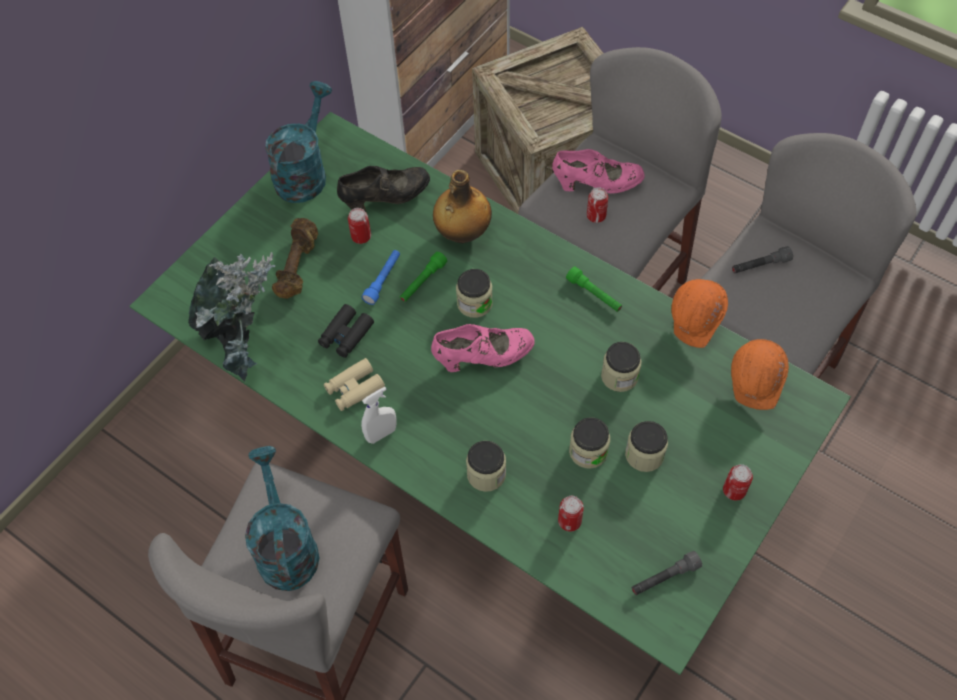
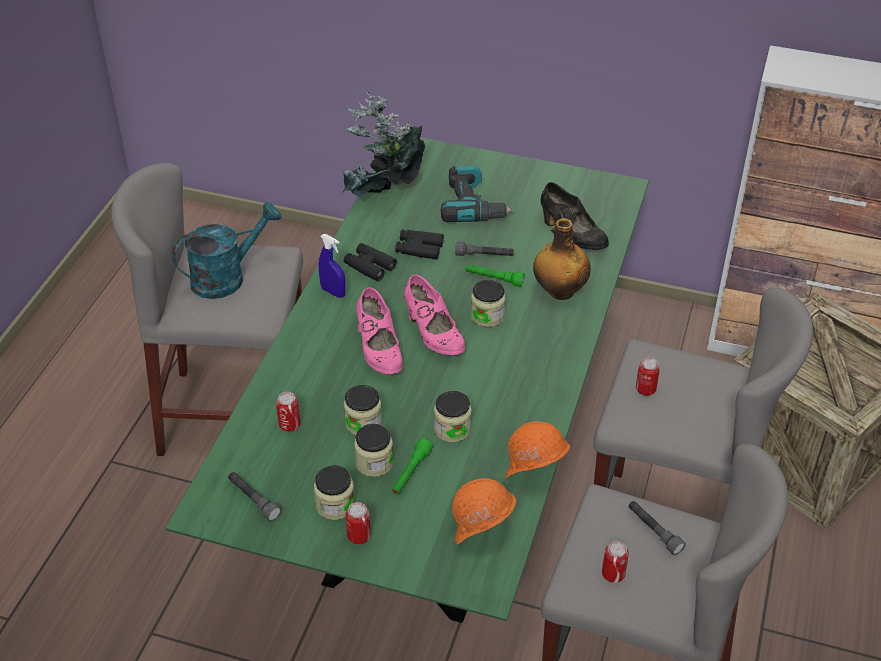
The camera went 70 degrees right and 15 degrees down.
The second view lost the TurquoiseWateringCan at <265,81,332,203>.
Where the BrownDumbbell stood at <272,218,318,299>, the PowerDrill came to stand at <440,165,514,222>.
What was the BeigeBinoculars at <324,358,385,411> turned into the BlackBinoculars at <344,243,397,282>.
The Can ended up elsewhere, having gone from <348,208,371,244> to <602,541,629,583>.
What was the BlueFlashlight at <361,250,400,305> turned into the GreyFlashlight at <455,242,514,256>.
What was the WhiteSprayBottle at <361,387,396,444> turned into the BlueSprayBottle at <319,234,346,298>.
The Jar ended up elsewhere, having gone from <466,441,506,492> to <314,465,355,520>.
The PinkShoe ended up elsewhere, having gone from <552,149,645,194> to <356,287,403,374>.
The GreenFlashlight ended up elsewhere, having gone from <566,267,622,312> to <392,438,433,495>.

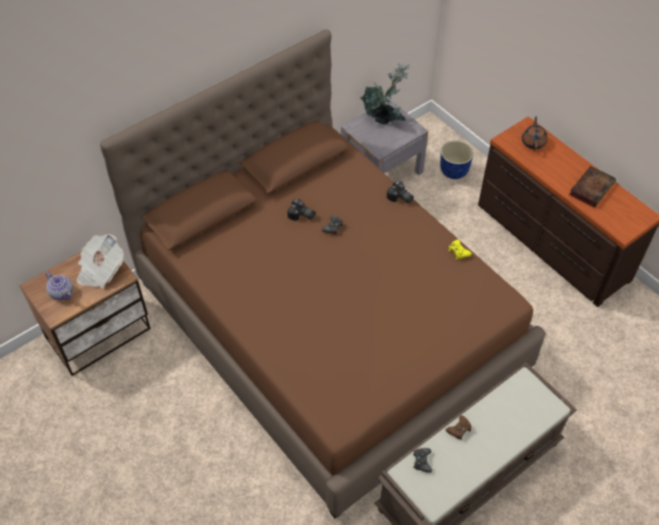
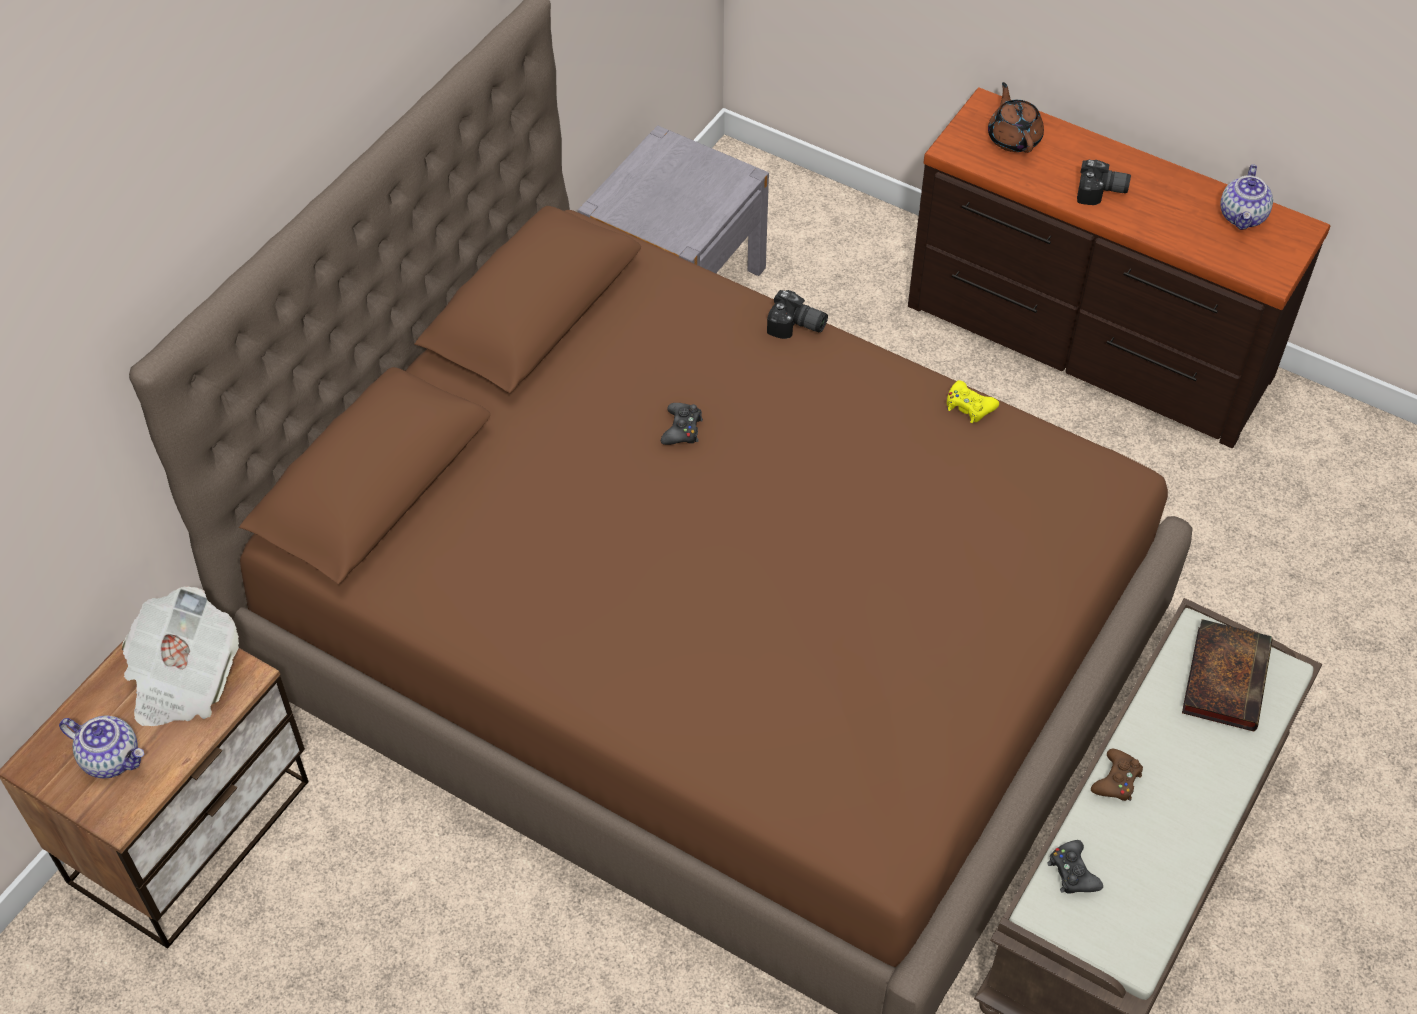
The camera went 20 degrees left and 0 degrees up.
The PhotoCamera ended up elsewhere, having gone from <287,199,315,221> to <1077,160,1131,205>.
The second view lost the PottedPlant at <360,63,410,125>.
The second view lost the Planter at <440,141,474,179>.
The Book ended up elsewhere, having gone from <569,166,616,208> to <1182,619,1272,732>.
The second view gained the Teapot at <1220,164,1273,230>.

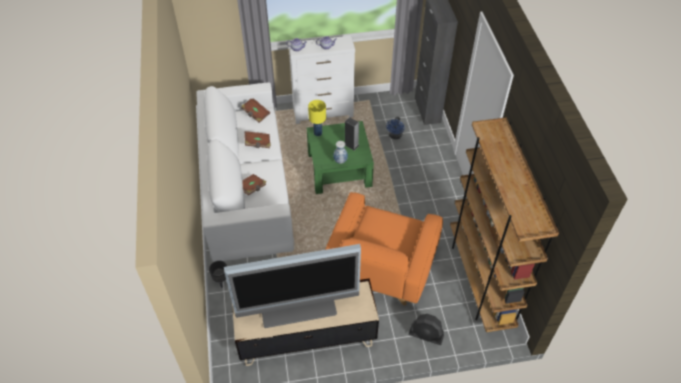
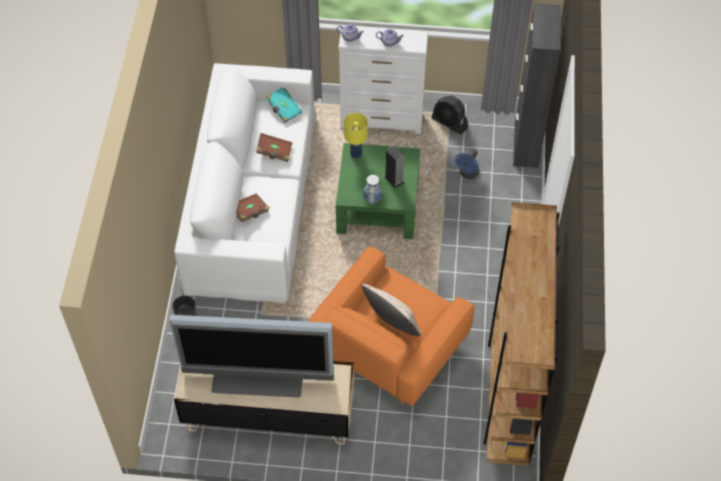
The camera went 15 degrees right and 5 degrees up.
What was the BrownBook at <241,99,270,123> turned into the TurquoiseBook at <266,88,303,123>.
The BlackFan ended up elsewhere, having gone from <409,314,444,345> to <432,96,468,135>.
The second view gained the BeigePillow at <362,284,421,336>.

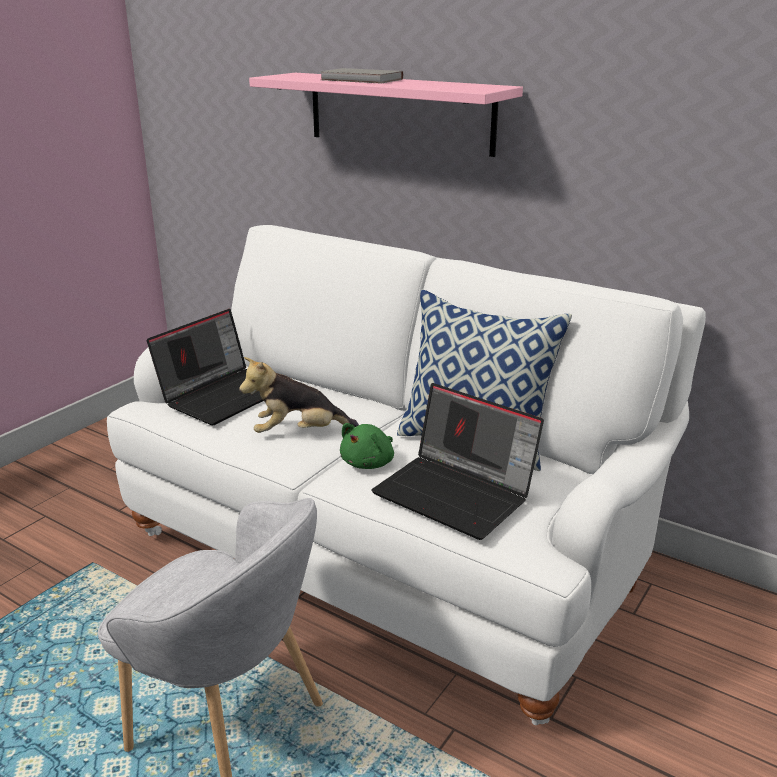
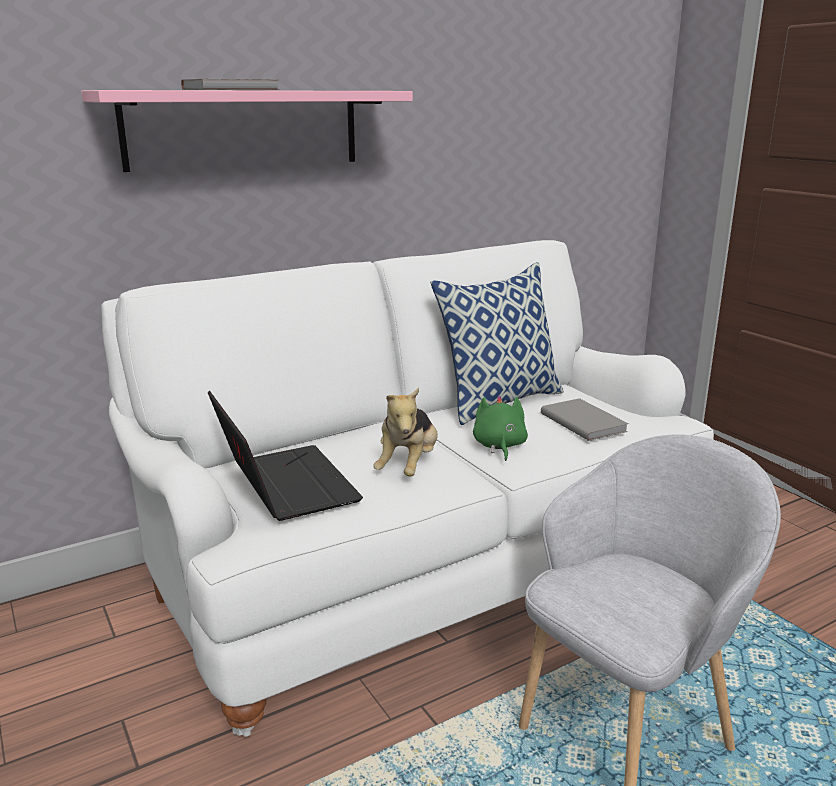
The camera went 65 degrees left and 5 degrees down.
The GreenPlushToy at <340,423,394,469> ended up facing another way, 150 degrees counterclockwise from before.
Where the Laptop stood at <371,383,544,540>, the GreyBook came to stand at <541,398,629,441>.

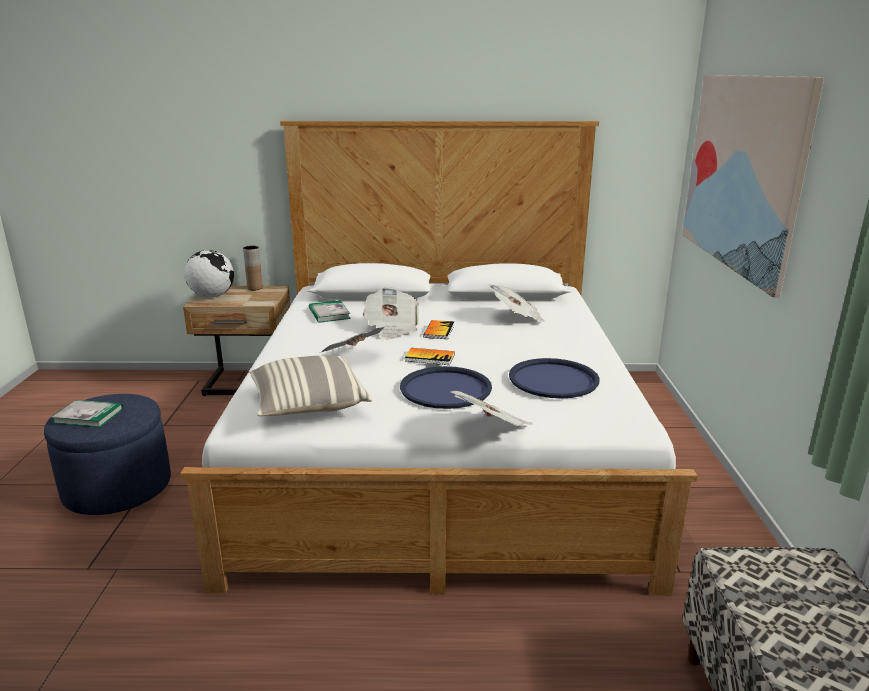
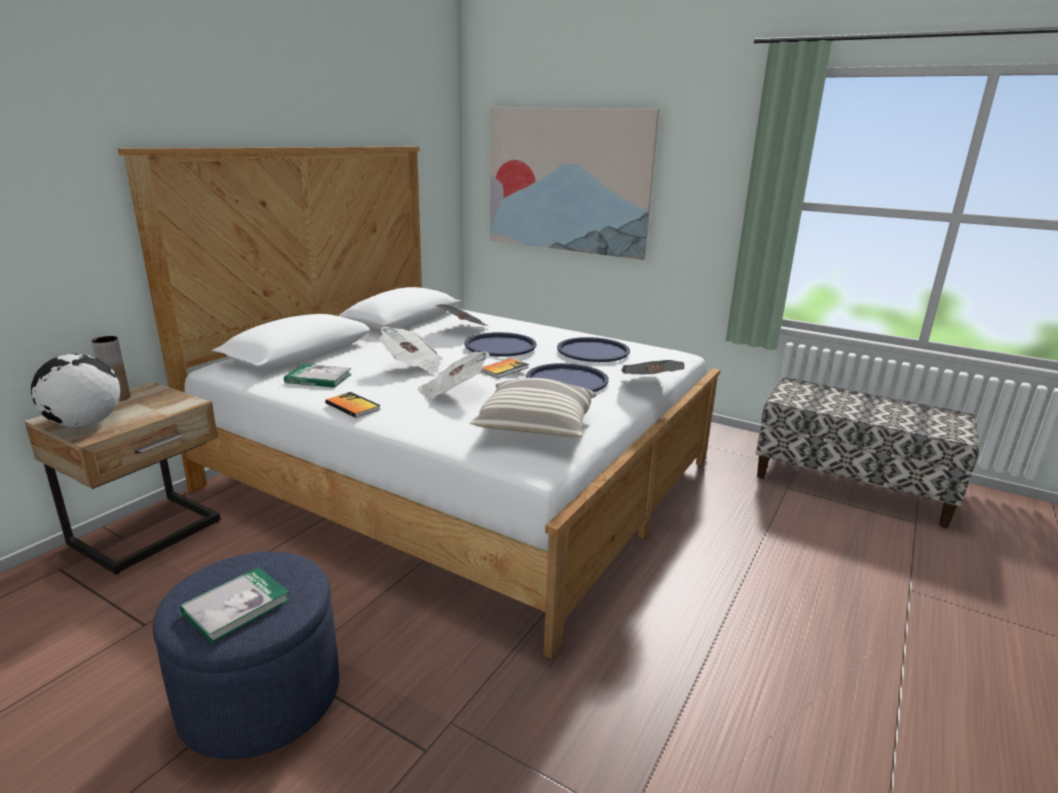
The camera went 60 degrees left and 0 degrees up.
The Book ended up elsewhere, having gone from <423,320,454,339> to <325,392,381,418>.
The second view gained the BlueTray at <464,332,537,357>.

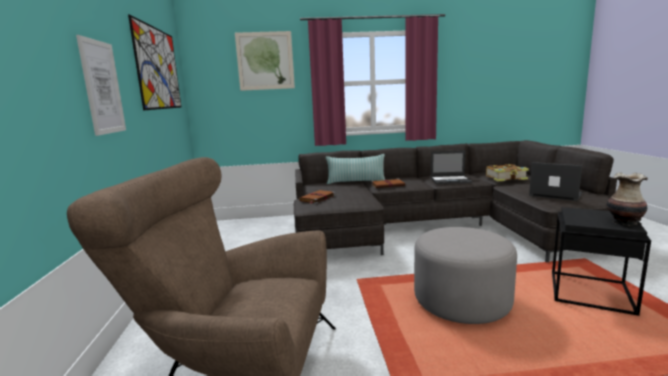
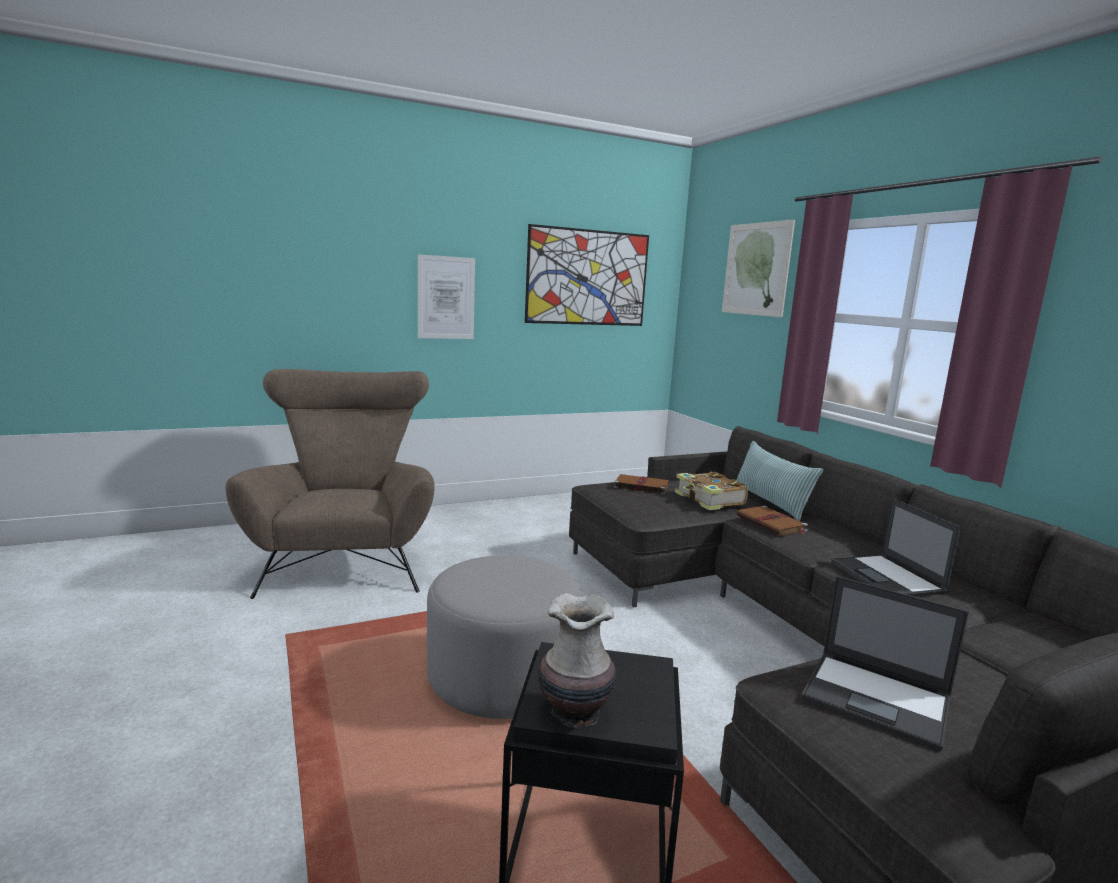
The camera went 70 degrees right and 0 degrees up.
The Book ended up elsewhere, having gone from <486,164,529,181> to <675,472,748,510>.
The Laptop at <529,162,582,201> ended up facing another way, 105 degrees clockwise from before.

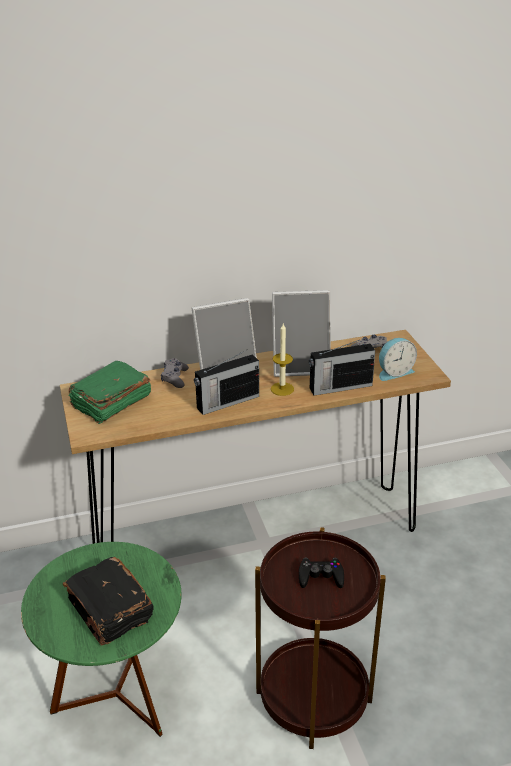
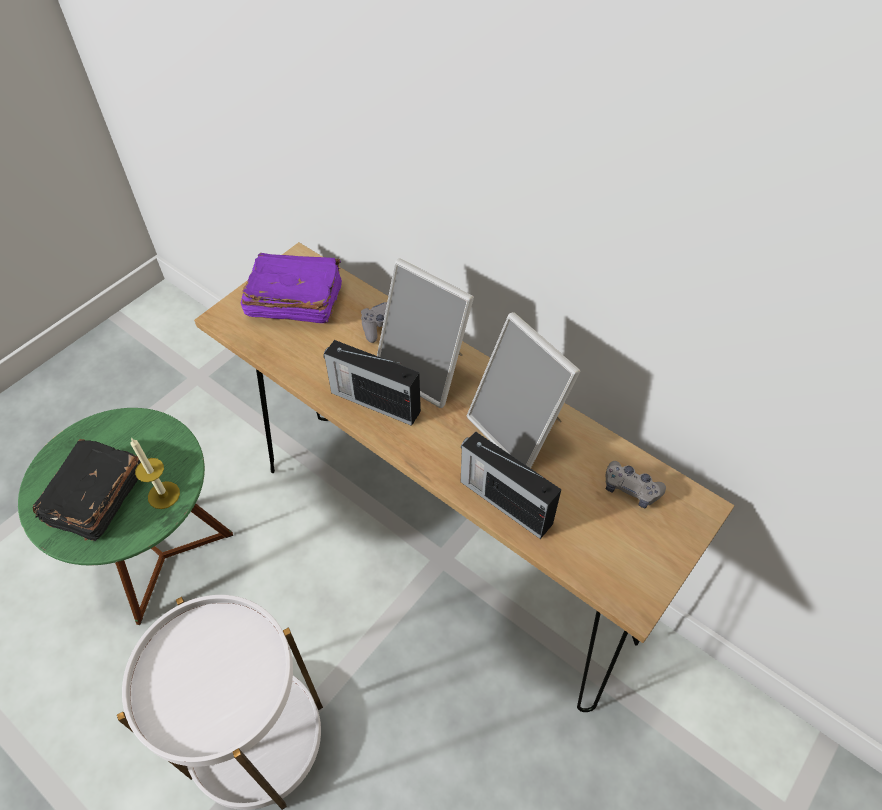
The camera went 55 degrees right and 20 degrees up.
What was the GreenBook at <68,361,151,424> turned into the PurpleBook at <241,253,342,323>.
What was the BrownSideTable at <255,527,386,749> turned into the WhiteSideTable at <117,595,323,810>.
The Candle ended up elsewhere, having gone from <271,324,294,396> to <131,438,180,509>.
The second view lost the BlackGameController at <299,557,344,588>.
The second view lost the AlarmClock at <379,338,417,381>.

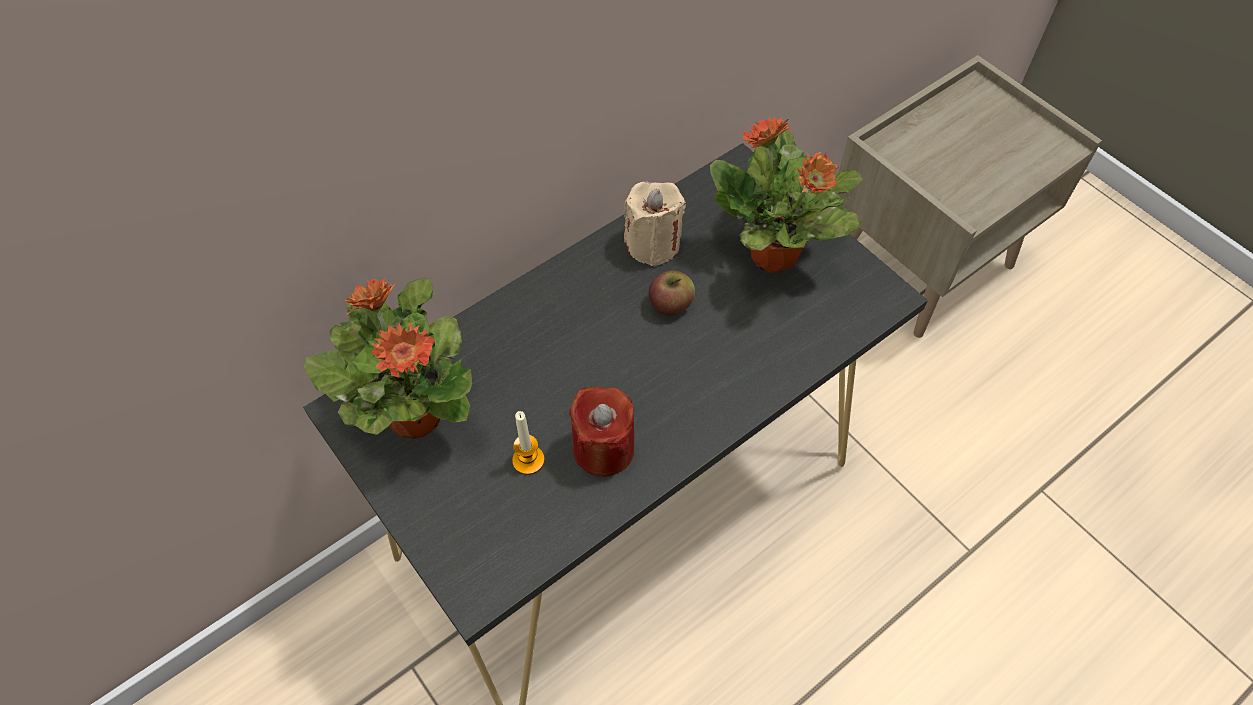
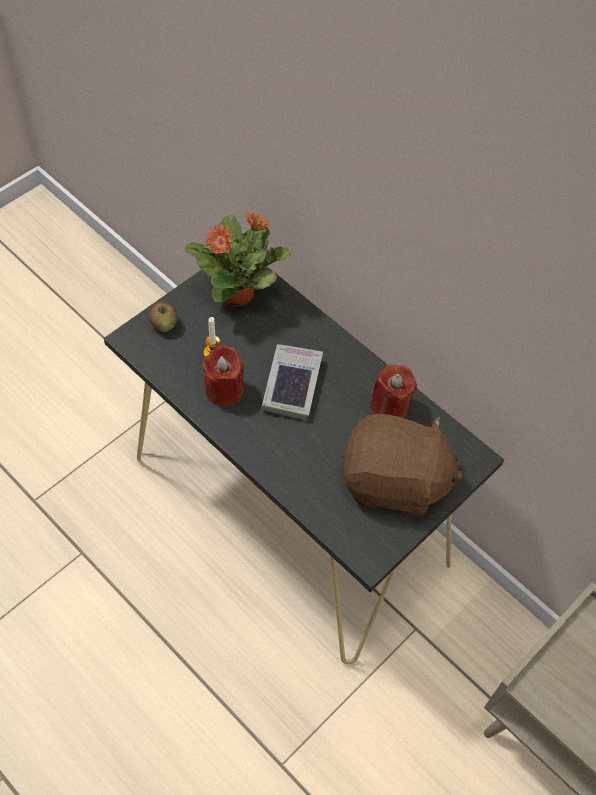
The camera went 80 degrees right and 0 degrees up.
What was the BeigeCandle at <624,181,686,267> turned into the RedCandle at <370,364,417,418>.
The Apple ended up elsewhere, having gone from <649,270,695,316> to <149,302,178,332>.
Where the PottedPlant stood at <710,116,863,273>, the BrownPlushToy came to stand at <341,414,463,517>.
The second view gained the Book at <261,344,323,421>.

